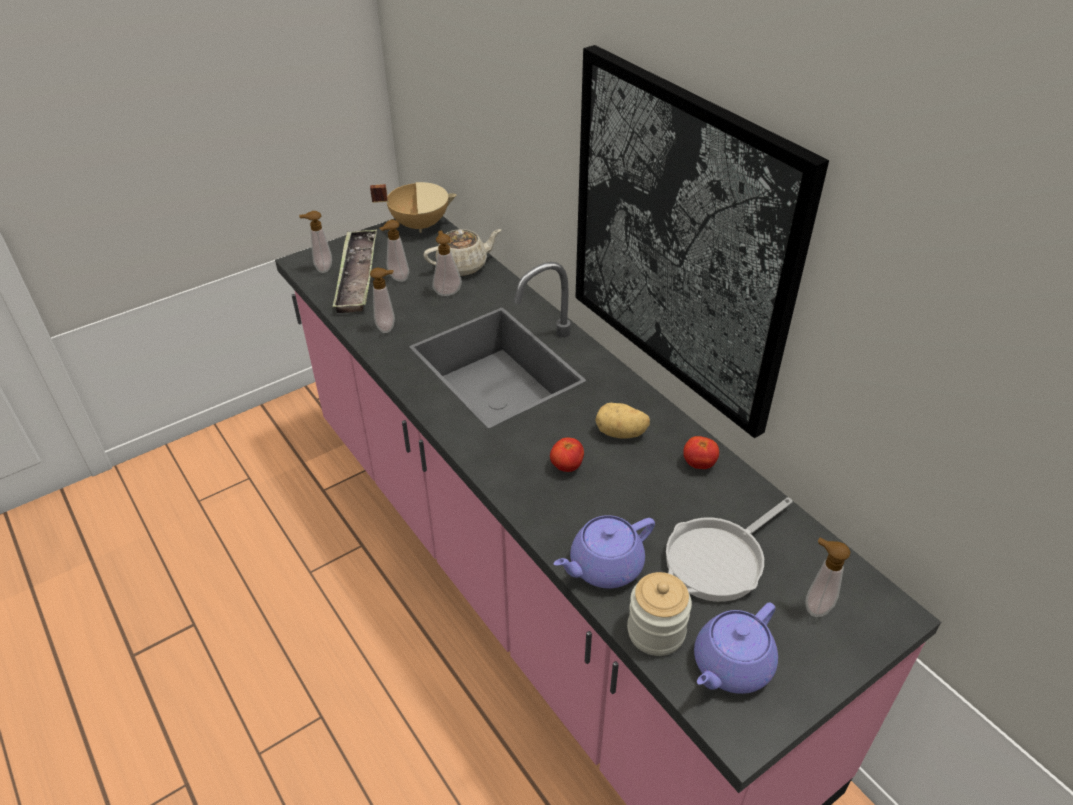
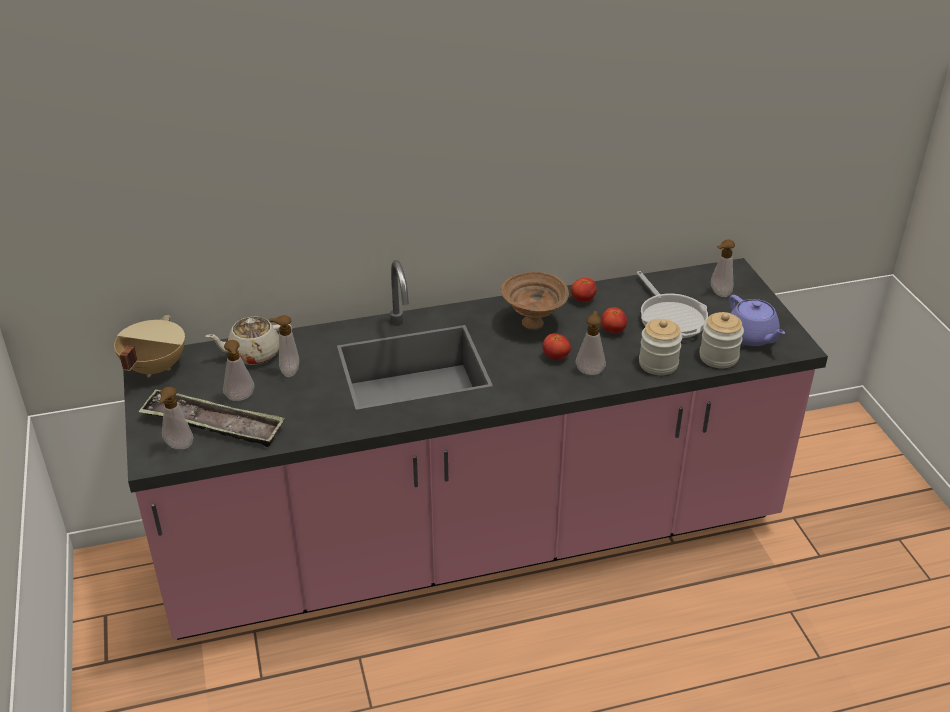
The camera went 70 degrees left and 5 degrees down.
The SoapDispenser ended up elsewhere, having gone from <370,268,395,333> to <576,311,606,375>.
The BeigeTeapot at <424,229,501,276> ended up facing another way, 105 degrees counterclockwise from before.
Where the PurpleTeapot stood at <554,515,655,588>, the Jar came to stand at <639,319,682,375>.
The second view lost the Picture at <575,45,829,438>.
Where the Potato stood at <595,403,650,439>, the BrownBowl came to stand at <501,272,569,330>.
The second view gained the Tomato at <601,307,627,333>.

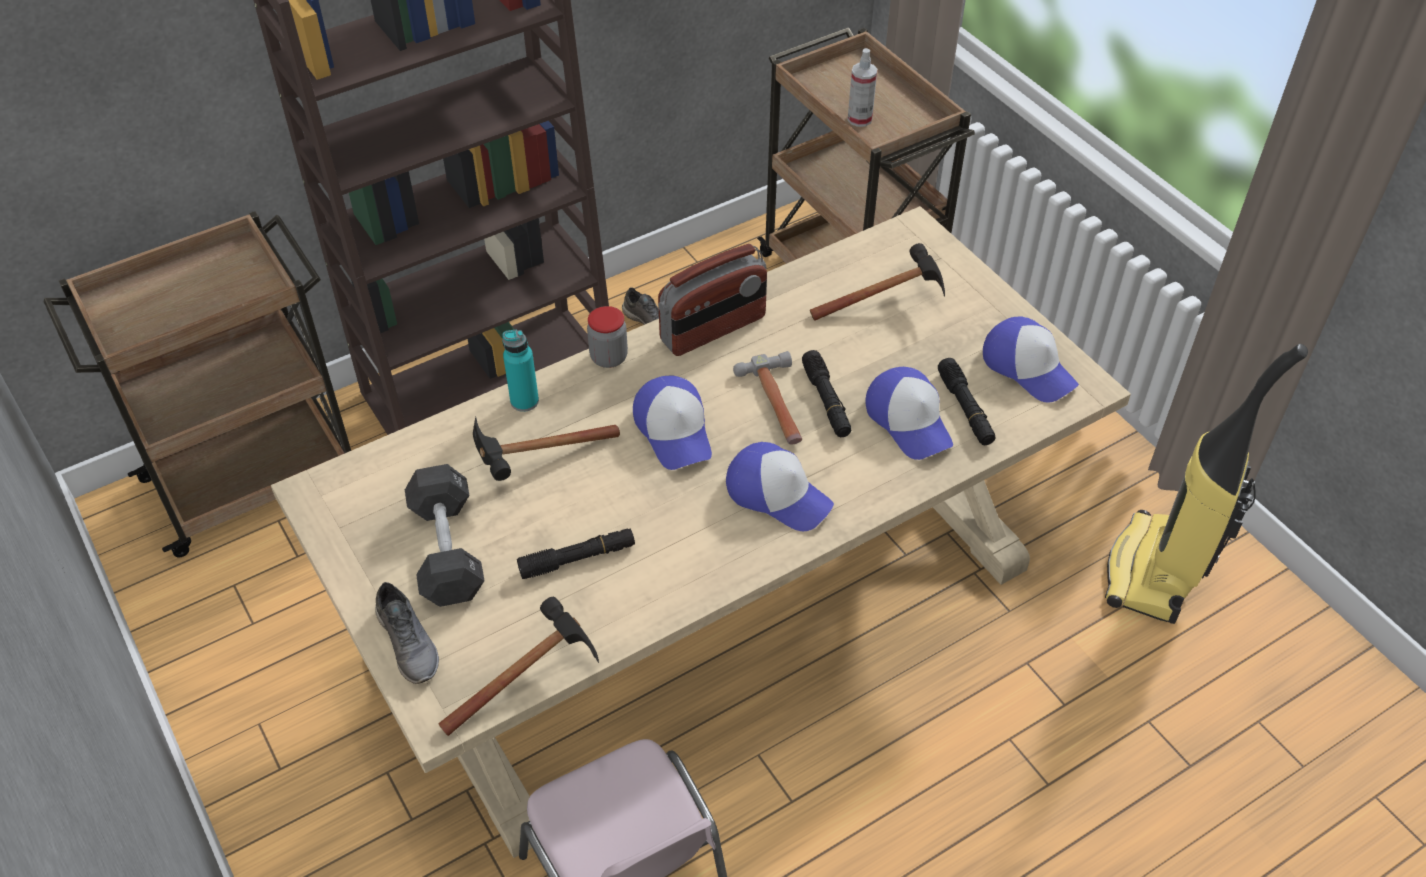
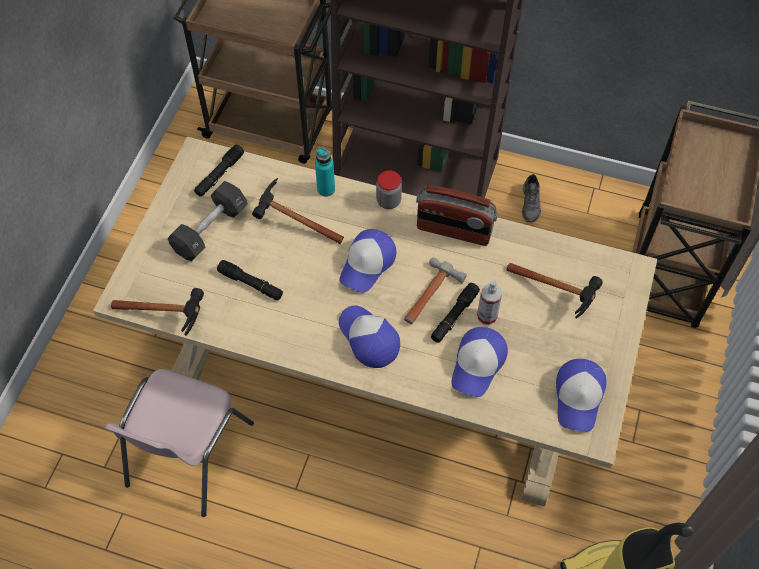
The camera went 50 degrees right and 10 degrees up.
The second view lost the GreyShoe at <375,582,439,684>.
The Cap at <726,442,834,531> ended up facing another way, 150 degrees clockwise from before.
The SprayBottle ended up elsewhere, having gone from <848,48,877,127> to <477,280,502,325>.
The BlackFlashlight ended up elsewhere, having gone from <938,358,995,445> to <194,144,244,197>.

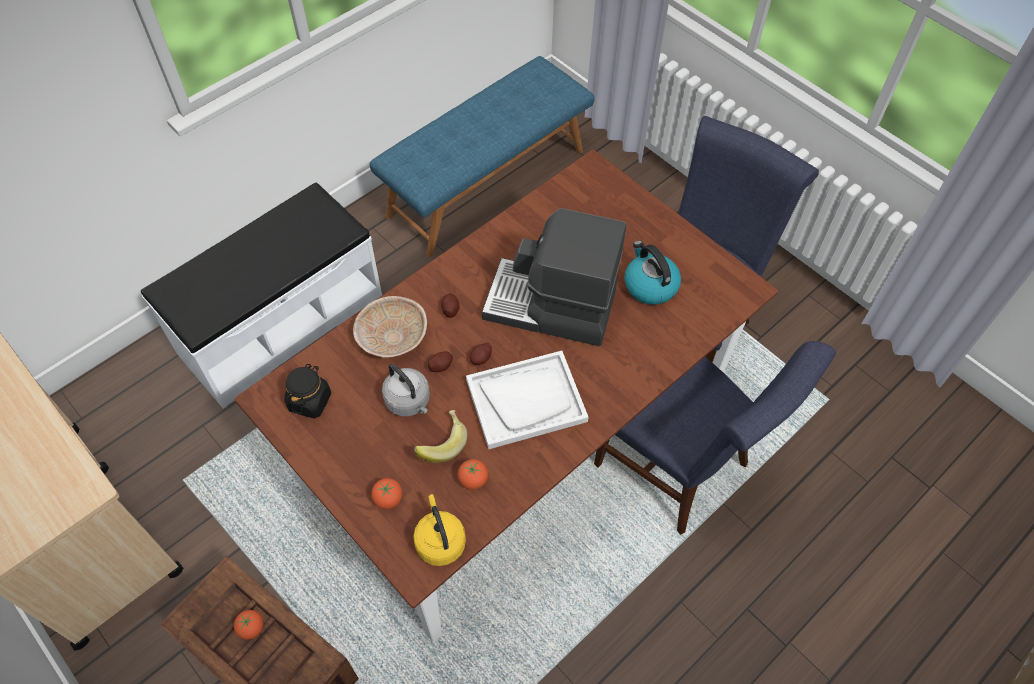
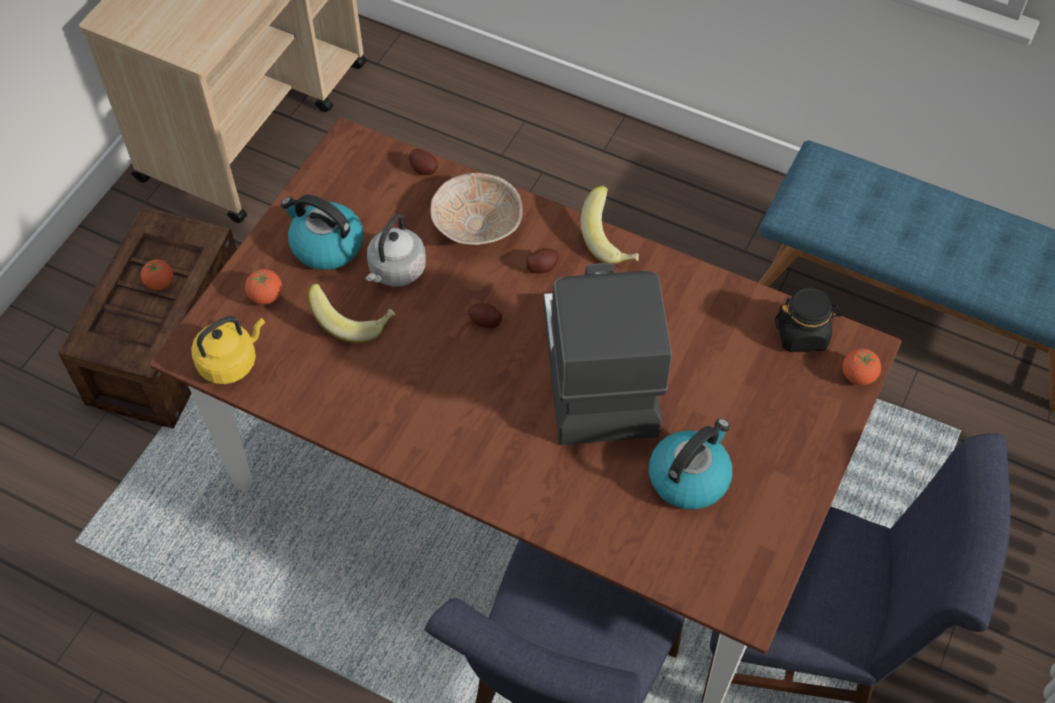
The camera went 70 degrees right and 0 degrees up.
The second view lost the WhiteBench at <141,183,382,409>.
The BlackJar ended up elsewhere, having gone from <284,364,331,419> to <775,288,841,352>.
The Potato ended up elsewhere, having gone from <428,351,453,372> to <409,148,438,175>.
The Tomato ended up elsewhere, having gone from <458,459,488,490> to <842,348,881,385>.
The second view lost the WhiteTray at <466,351,589,449>.
The second view gained the Kettle at <281,195,363,270>.
The second view gained the Banana at <581,185,639,264>.

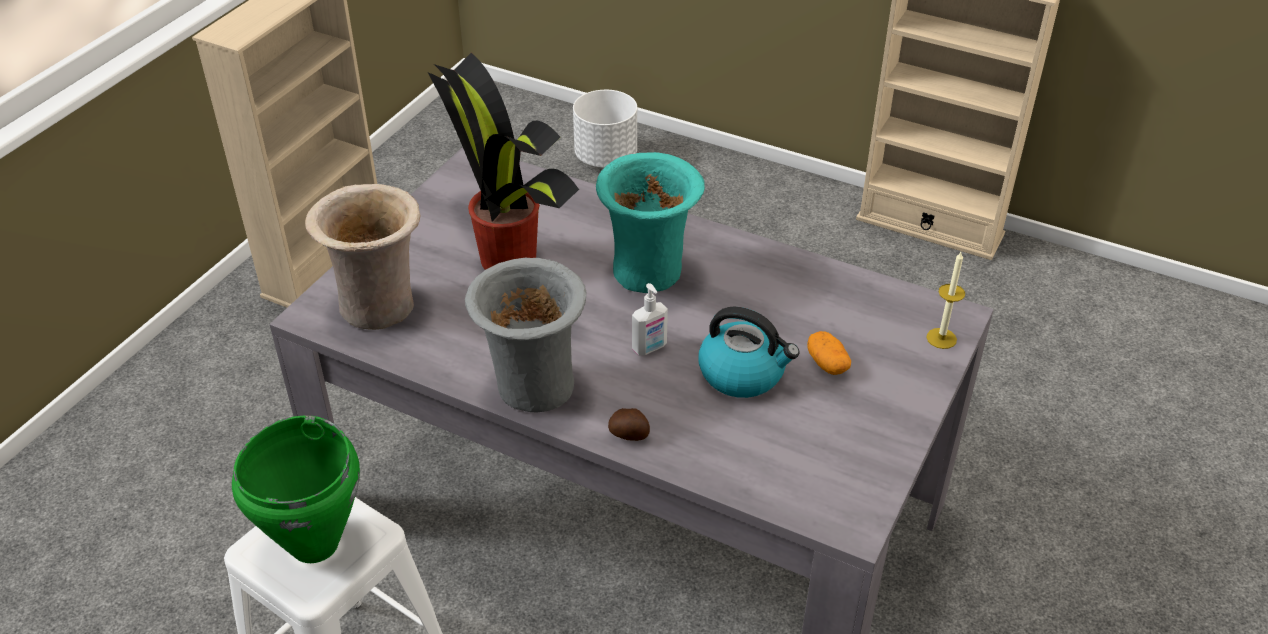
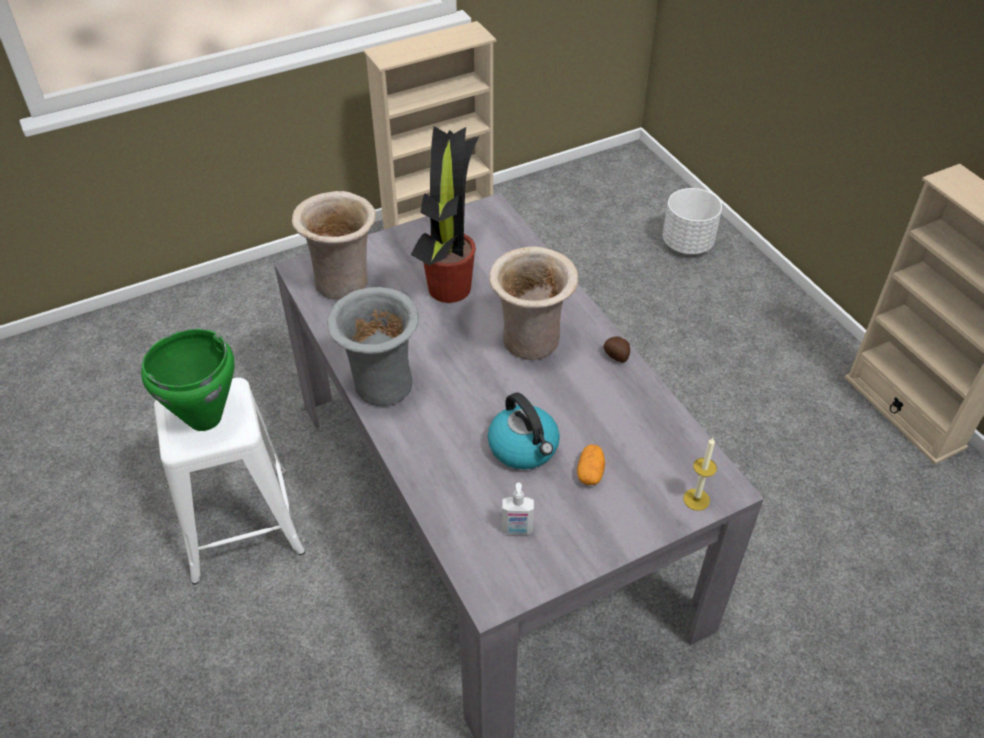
The camera went 35 degrees right and 5 degrees up.
What was the TurquoiseVase at <596,152,705,293> turned into the BeigeVase at <489,246,578,360>.
The Potato ended up elsewhere, having gone from <608,408,650,441> to <603,336,630,362>.
The SoapDispenser ended up elsewhere, having gone from <632,283,668,356> to <502,482,534,535>.

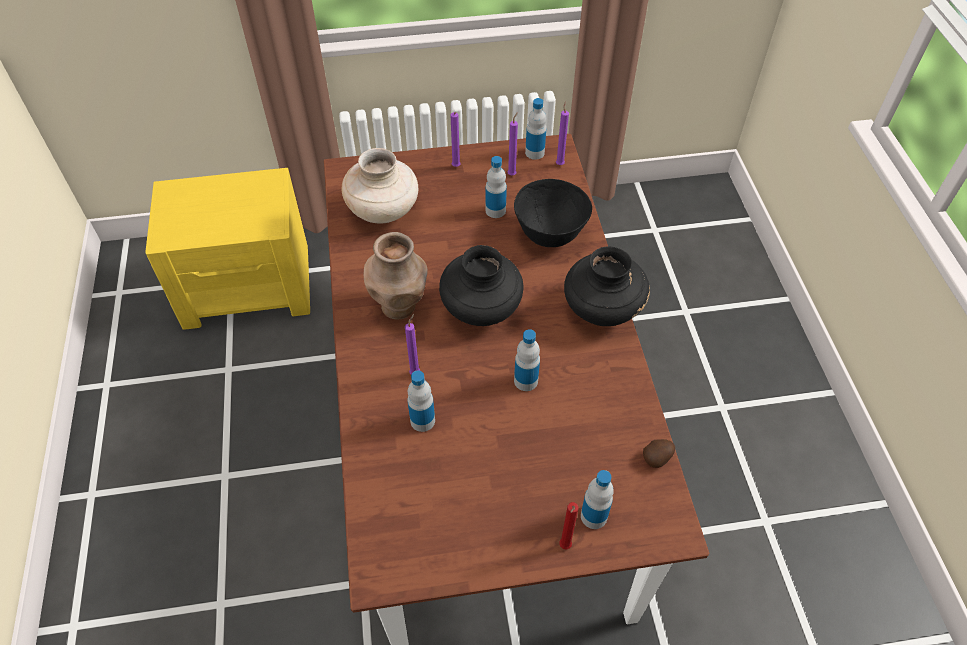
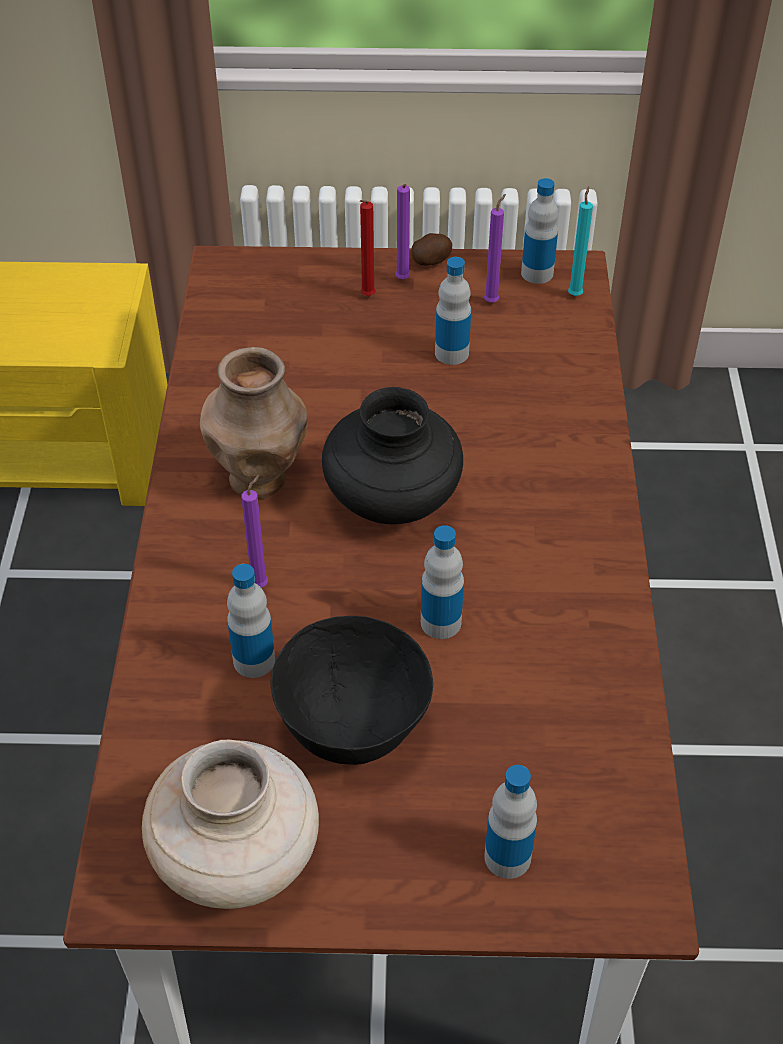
The camera went 10 degrees right and 5 degrees down.
The BeigeVase ended up elsewhere, having gone from <342,148,418,224> to <142,740,319,909>.
The BlackBowl ended up elsewhere, having gone from <514,179,592,247> to <270,616,433,765>.
What was the PurpleCandle at <556,102,569,165> turned into the TurquoiseCandle at <568,186,593,296>.
The RedCandle ended up elsewhere, having gone from <559,502,579,550> to <360,200,376,296>.
The second view lost the BlackVase at <564,246,650,326>.
The Potato ended up elsewhere, having gone from <643,439,675,468> to <411,233,452,266>.

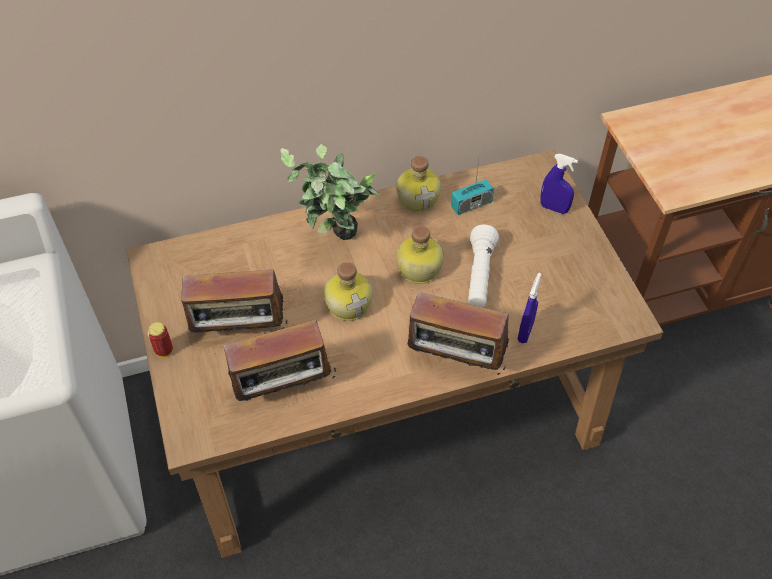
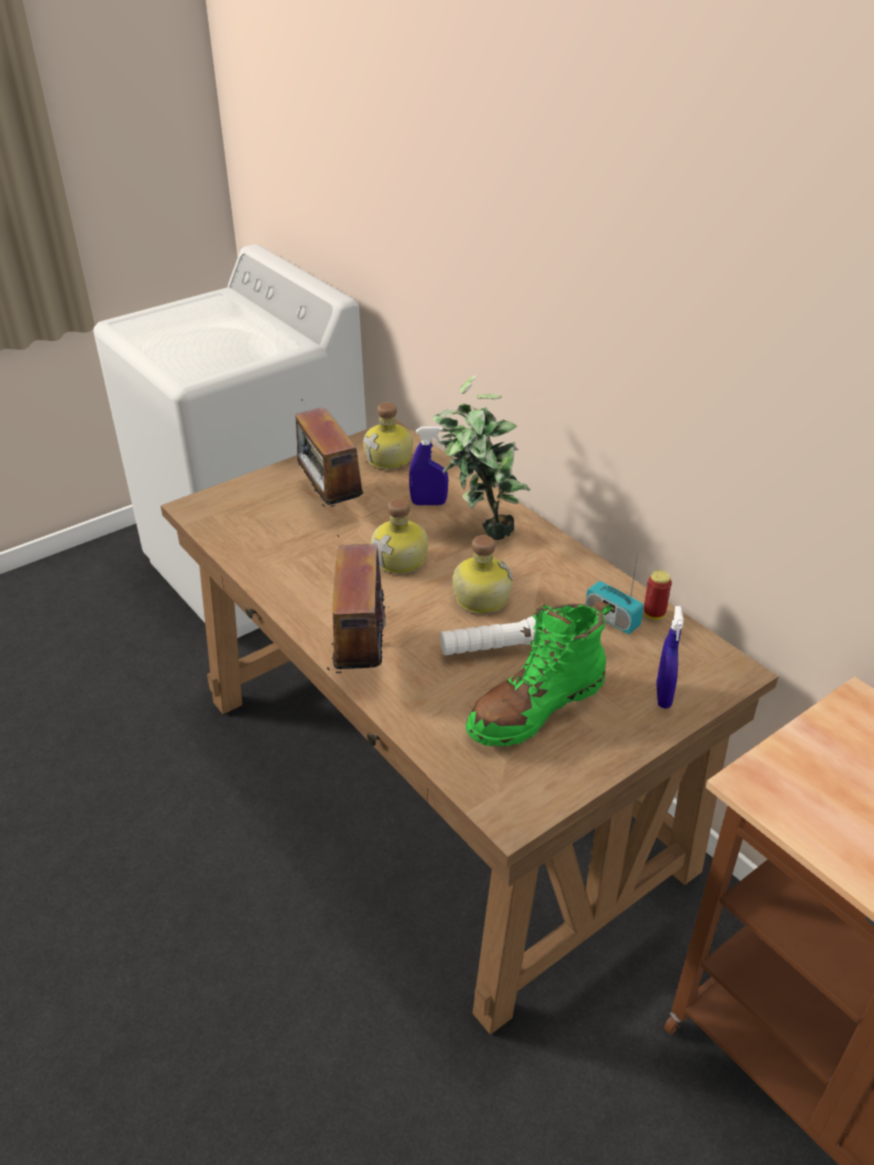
The camera went 70 degrees right and 15 degrees down.
The Can ended up elsewhere, having gone from <148,322,173,357> to <644,570,672,620>.
The second view lost the Radio at <215,320,337,401>.
The Bottle ended up elsewhere, having gone from <397,156,441,212> to <363,403,413,470>.
The BlueSprayBottle ended up elsewhere, having gone from <517,273,541,343> to <409,427,448,505>.
The second view gained the GreenBoot at <466,601,611,747>.

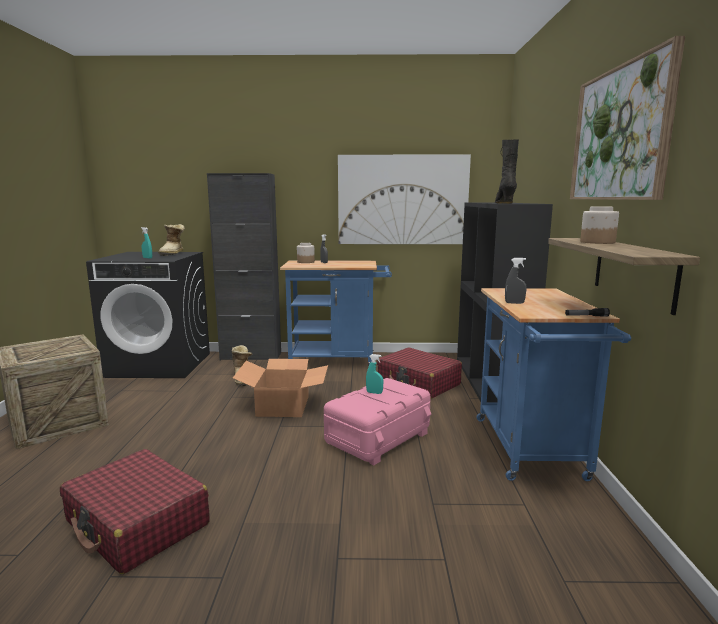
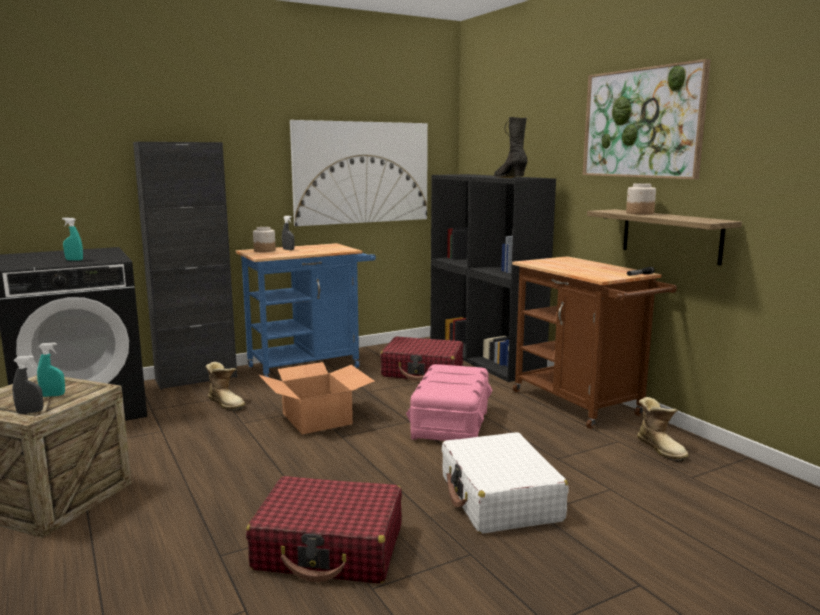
The camera went 30 degrees left and 0 degrees up.
The Boot ended up elsewhere, having gone from <158,224,185,256> to <637,397,689,462>.
The TurquoiseSprayBottle ended up elsewhere, having gone from <366,354,383,394> to <37,343,65,397>.
What was the BlueCart at <476,288,631,481> turned into the BrownCart at <512,256,677,429>.
The GreySprayBottle ended up elsewhere, having gone from <505,258,527,304> to <12,356,43,414>.
The second view gained the WhiteSuitcase at <442,432,569,534>.

